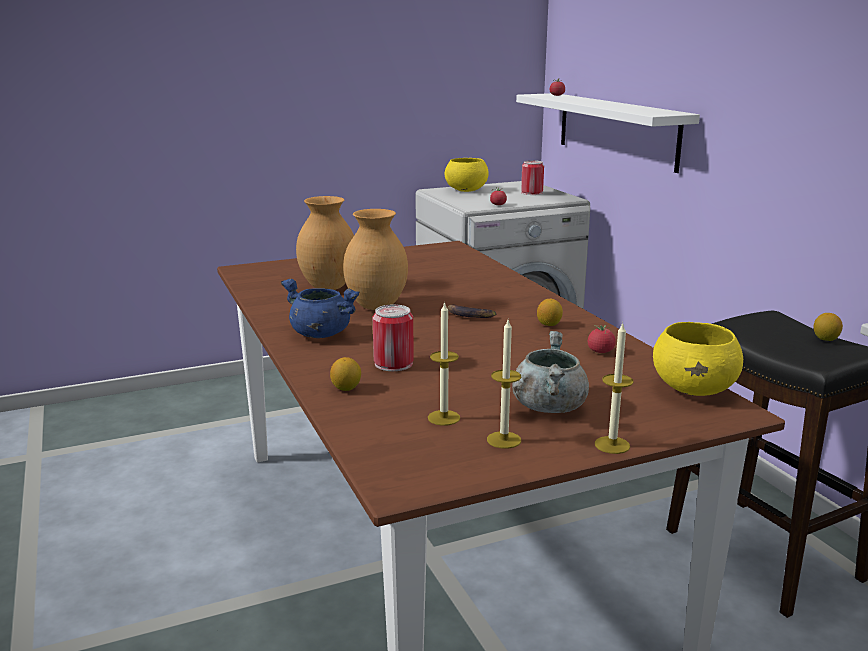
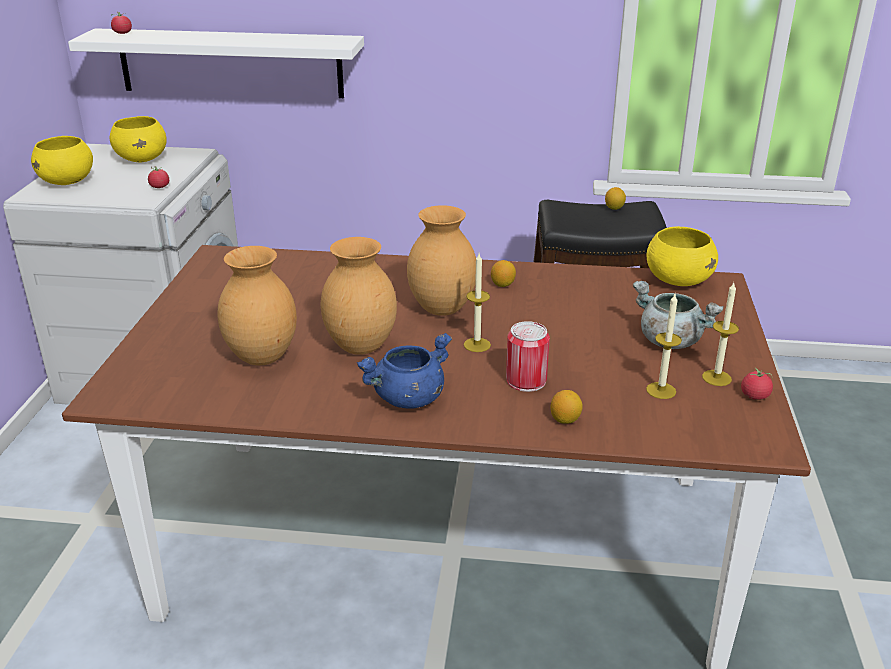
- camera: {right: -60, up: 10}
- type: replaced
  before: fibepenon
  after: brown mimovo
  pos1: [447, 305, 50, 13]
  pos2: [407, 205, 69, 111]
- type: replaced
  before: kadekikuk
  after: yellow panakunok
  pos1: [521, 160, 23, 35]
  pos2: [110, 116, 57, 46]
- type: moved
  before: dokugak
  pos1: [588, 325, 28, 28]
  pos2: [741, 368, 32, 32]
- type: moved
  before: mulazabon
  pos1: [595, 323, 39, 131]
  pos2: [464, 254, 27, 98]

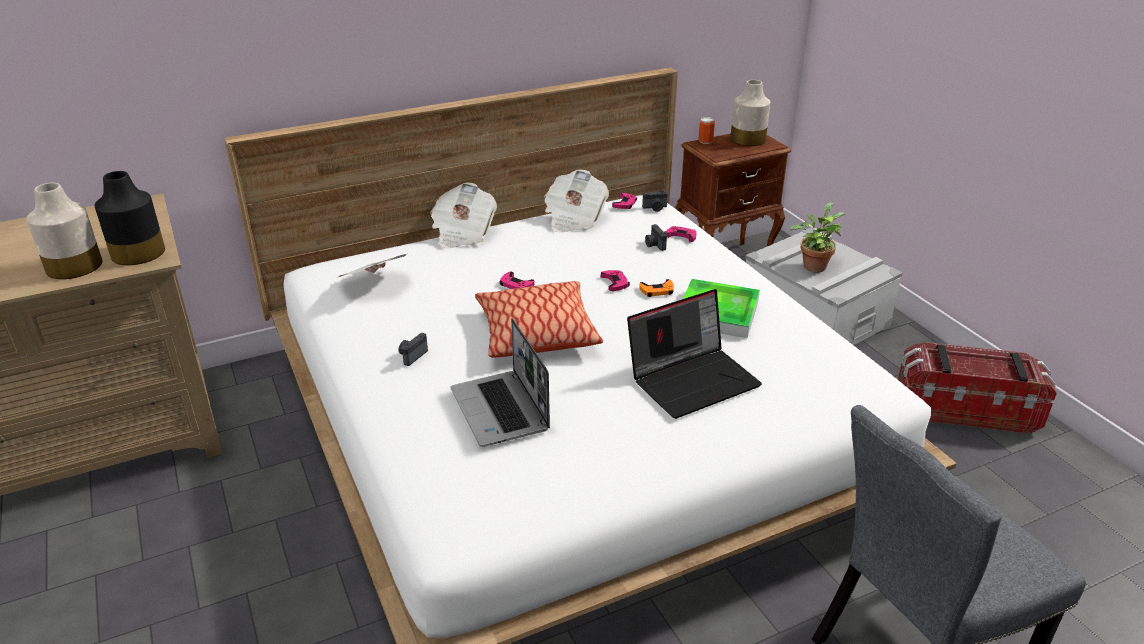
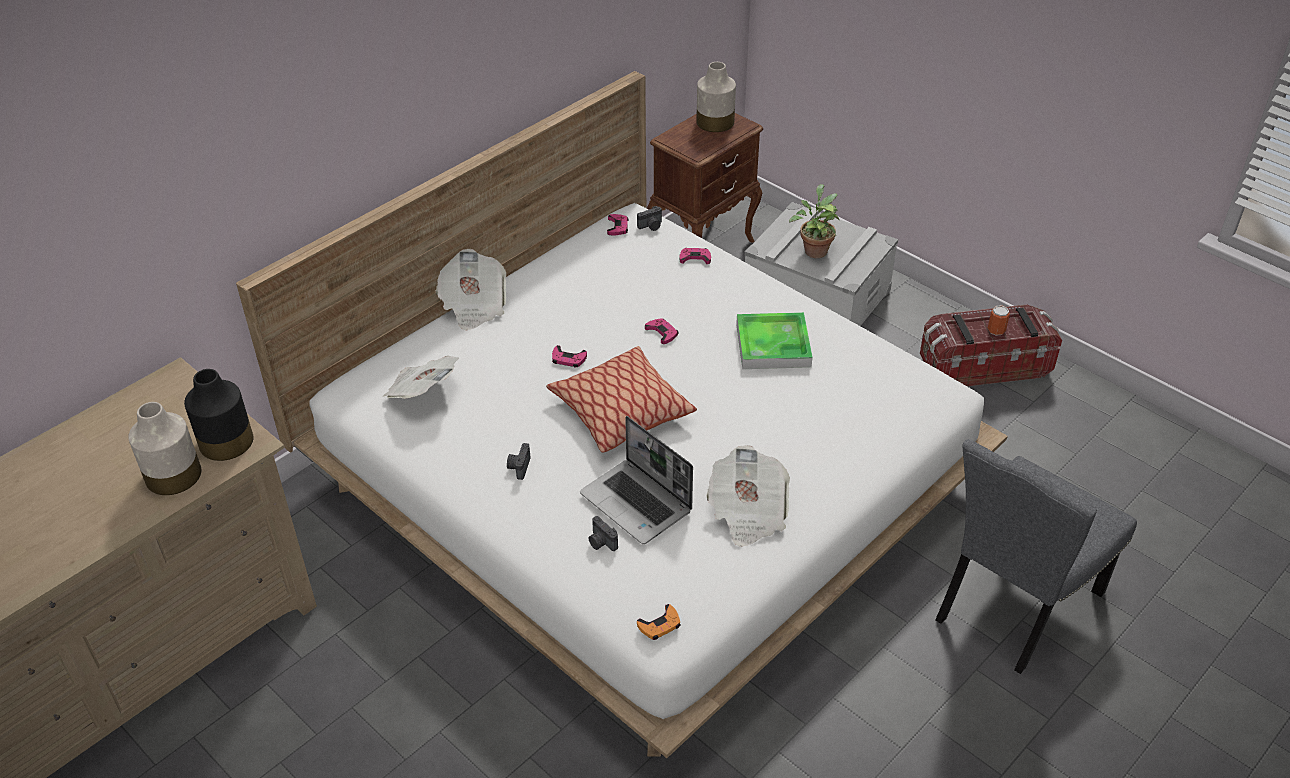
- camera: {right: -20, up: 10}
- type: moved
  before: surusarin
  pos1: [544, 170, 65, 62]
  pos2: [706, 445, 84, 102]
- type: removed
  before: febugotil
  pos1: [627, 289, 135, 130]
- type: moved
  before: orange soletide
  pos1: [639, 279, 35, 18]
  pos2: [637, 604, 44, 36]
- type: moved
  before: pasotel
  pos1: [645, 224, 22, 27]
  pos2: [588, 516, 30, 35]
- type: moved
  before: kadekikuk
  pos1: [698, 117, 17, 27]
  pos2: [988, 305, 22, 31]

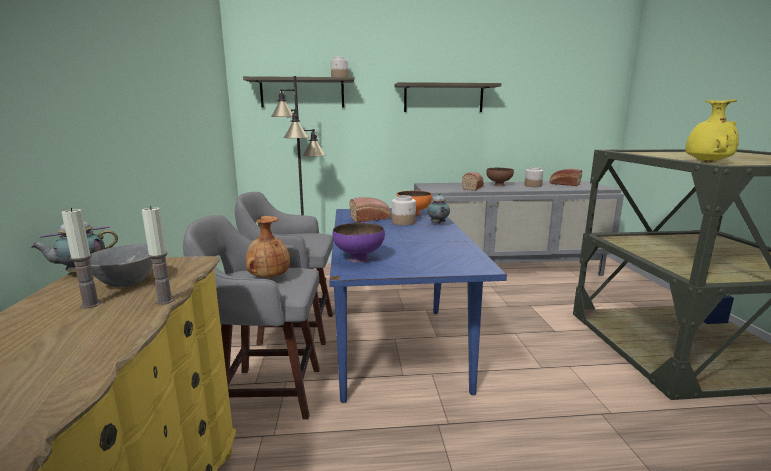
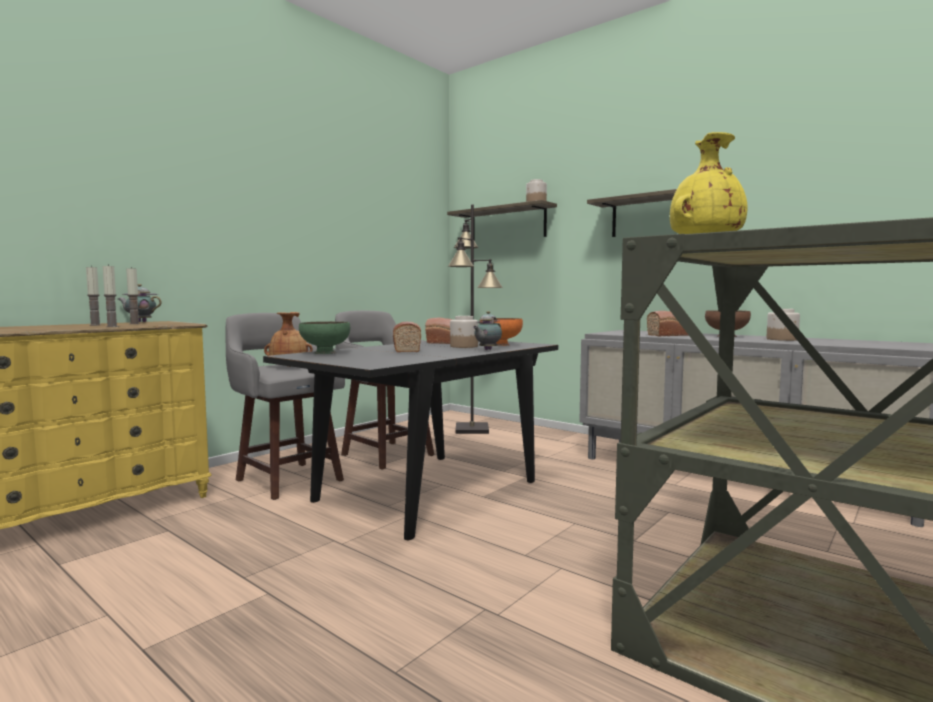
- camera: {right: 45, up: -10}
- type: replaced
  before: grey panakunok
  after: mulazabon
  pos1: [90, 244, 63, 44]
  pos2: [126, 267, 14, 57]
- type: recoloured
  before: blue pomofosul
  after: black pomofosul
  pos1: [329, 207, 178, 196]
  pos2: [263, 341, 295, 200]
- type: recoloured
  before: purple panakunok
  after: green panakunok
  pos1: [333, 223, 52, 40]
  pos2: [299, 321, 51, 33]
- type: moved
  before: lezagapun
  pos1: [549, 169, 33, 17]
  pos2: [393, 322, 28, 30]

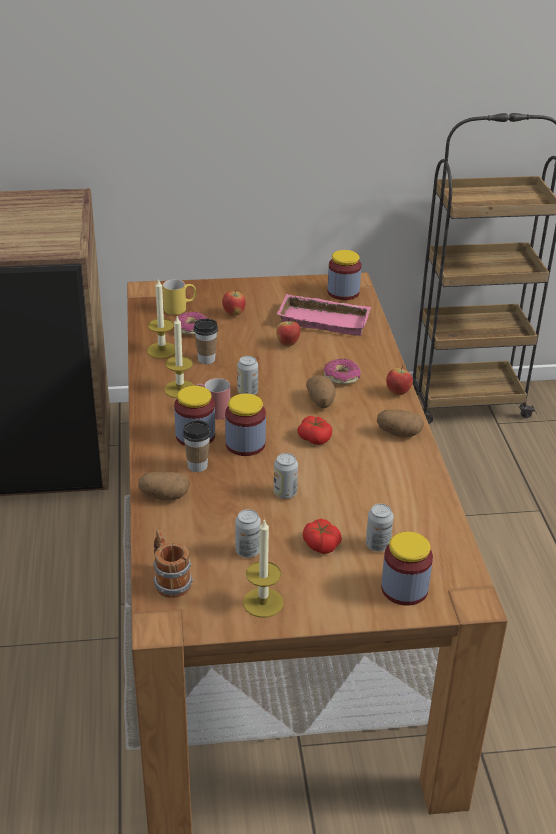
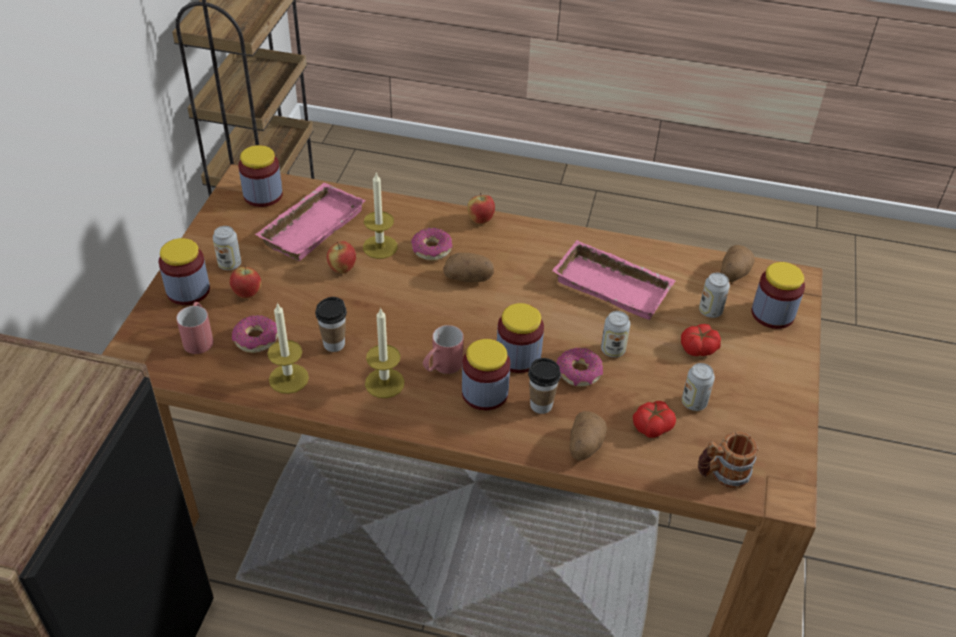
- camera: {right: -70, up: 10}
- type: recoloured
  before: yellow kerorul
  after: red kerorul
  pos1: [163, 279, 34, 36]
  pos2: [176, 302, 37, 52]
- type: moved
  before: kadekikuk
  pos1: [237, 356, 21, 39]
  pos2: [213, 226, 28, 44]
- type: moved
  before: mulazabon
  pos1: [243, 519, 40, 98]
  pos2: [363, 173, 34, 86]
- type: moved
  before: dokugak
  pos1: [297, 416, 35, 29]
  pos2: [633, 401, 43, 37]
- type: moved
  before: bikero
  pos1: [377, 410, 47, 27]
  pos2: [721, 245, 34, 37]
- type: added
  after: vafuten
  pos2: [159, 238, 51, 67]
- type: added
  after: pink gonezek
  pos2: [552, 240, 124, 80]
- type: added
  after: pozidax
  pos2: [556, 348, 47, 39]

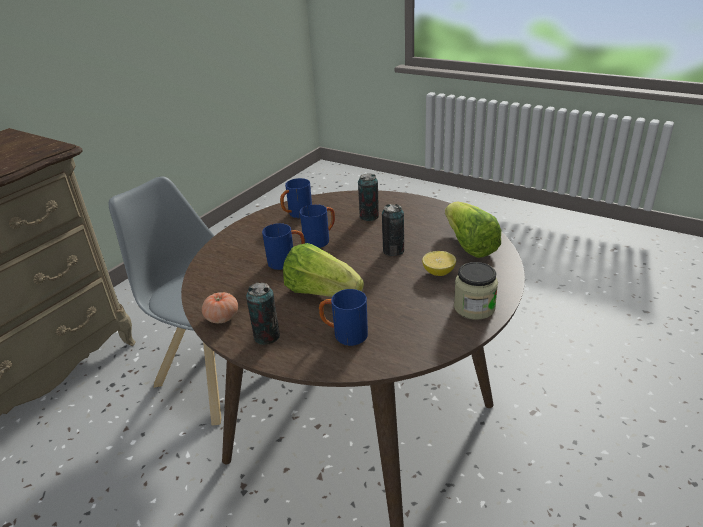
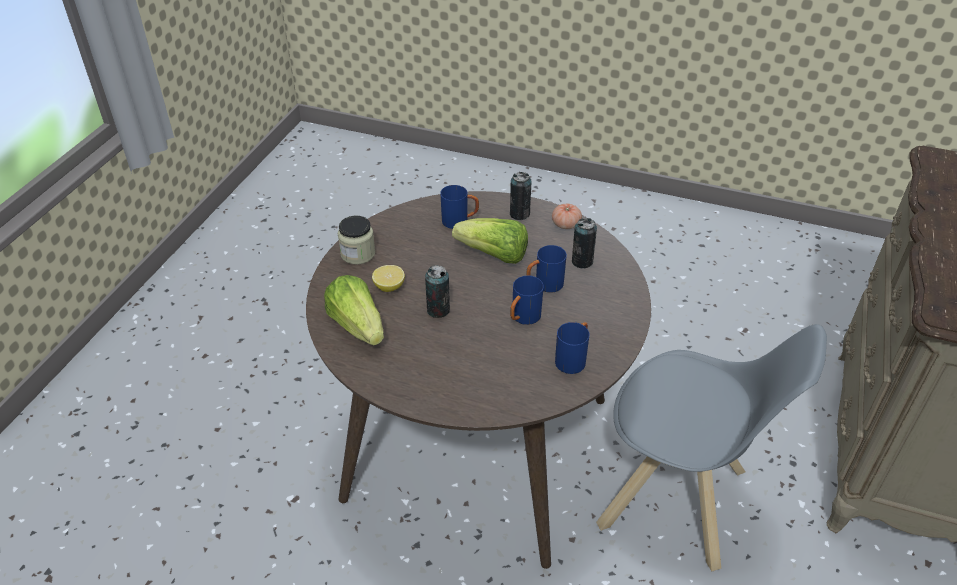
- camera: {right: 165, up: 10}
- type: moved
  before: kadekikuk
  pos1: [358, 173, 21, 48]
  pos2: [572, 218, 25, 51]

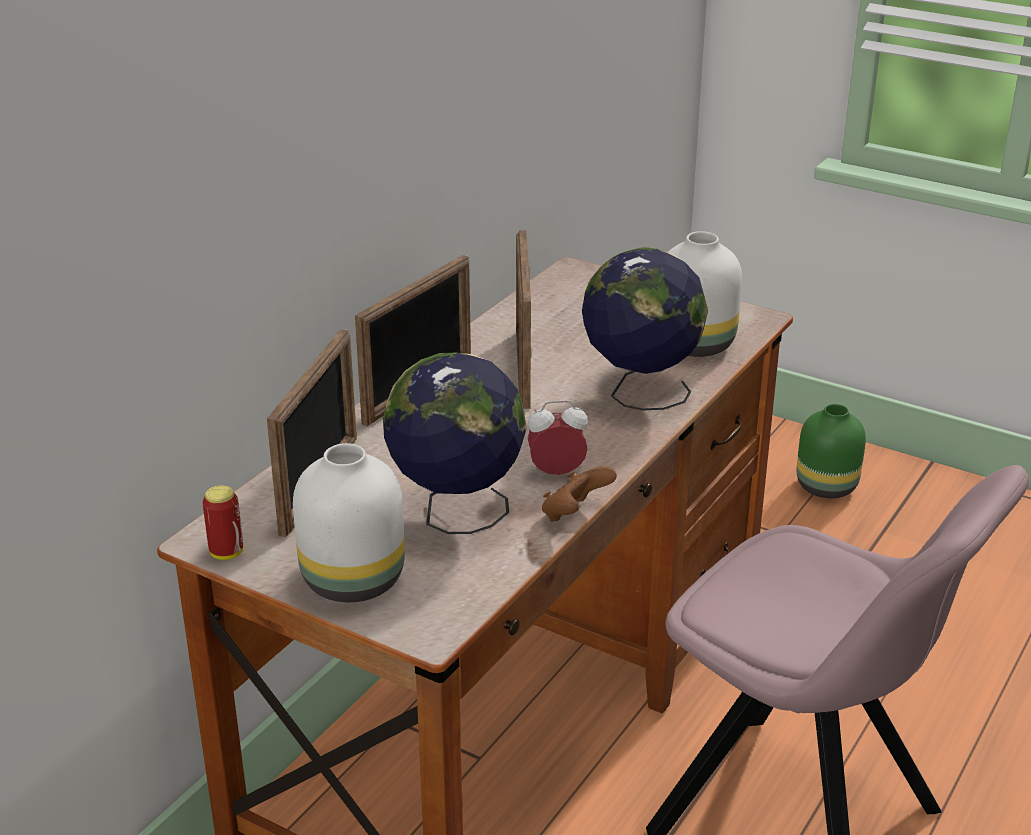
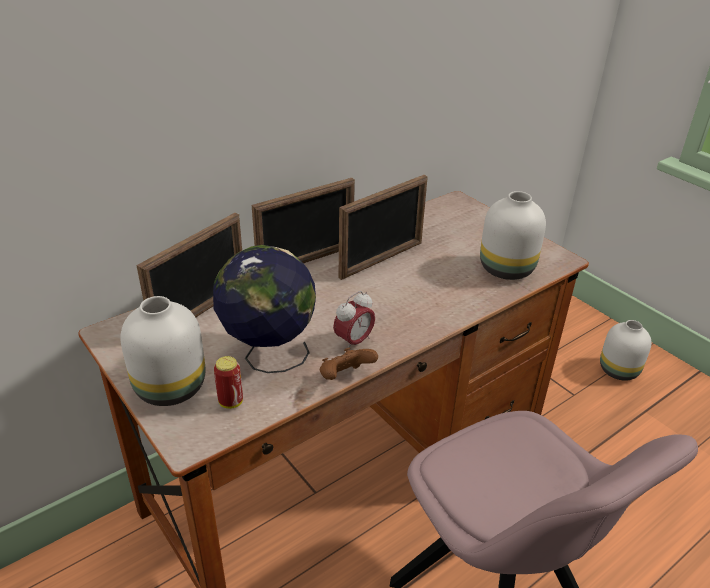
- camera: {right: 20, up: 5}
- type: moved
  before: kadekikuk
  pos1: [203, 485, 40, 75]
  pos2: [214, 356, 29, 53]
- type: turned
  before: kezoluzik
  pos1: [516, 230, 16, 179]
  pos2: [339, 175, 89, 105]
  turn: -150
- type: turned
  before: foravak
  pos1: [528, 400, 60, 75]
  pos2: [333, 291, 42, 57]
  turn: 120
- type: removed
  before: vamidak
  pos1: [582, 247, 126, 164]
- type: recoloured
  before: green mimovo
  after: white mimovo
  pos1: [797, 404, 69, 94]
  pos2: [600, 320, 52, 61]

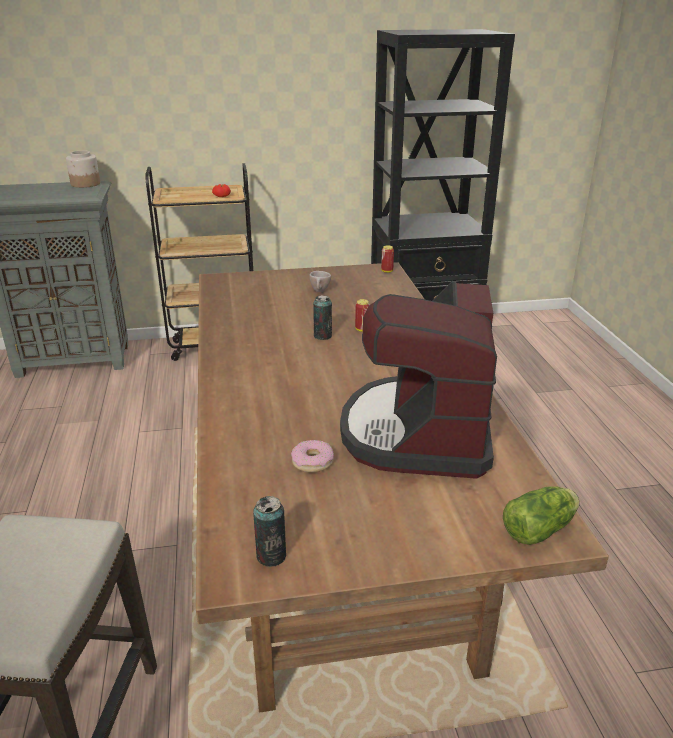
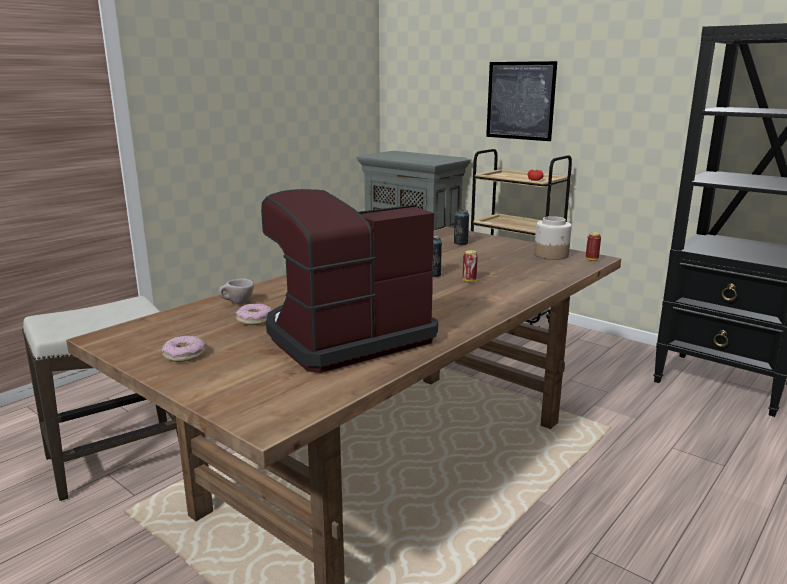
- camera: {right: 50, up: -10}
- type: moved
  before: vafuten
  pos1: [66, 150, 34, 38]
  pos2: [534, 216, 38, 44]
- type: moved
  before: kadekikuk
  pos1: [253, 496, 33, 71]
  pos2: [454, 210, 15, 35]
- type: moved
  before: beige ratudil
  pos1: [309, 271, 22, 21]
  pos2: [218, 278, 36, 26]
- type: removed
  before: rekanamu
  pos1: [503, 486, 76, 59]
- type: added
  after: pozidax
  pos2: [162, 336, 44, 26]
- type: added
  after: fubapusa
  pos2: [486, 61, 71, 80]

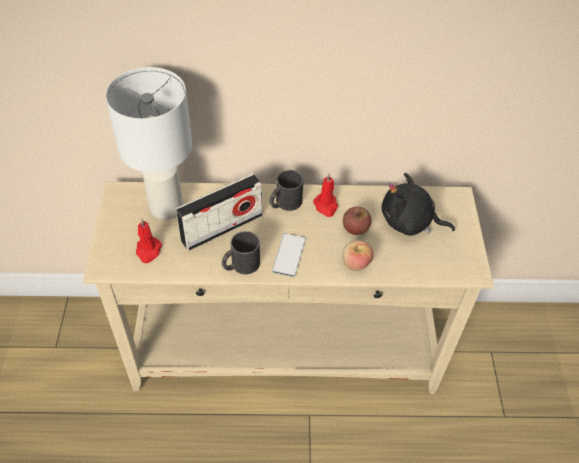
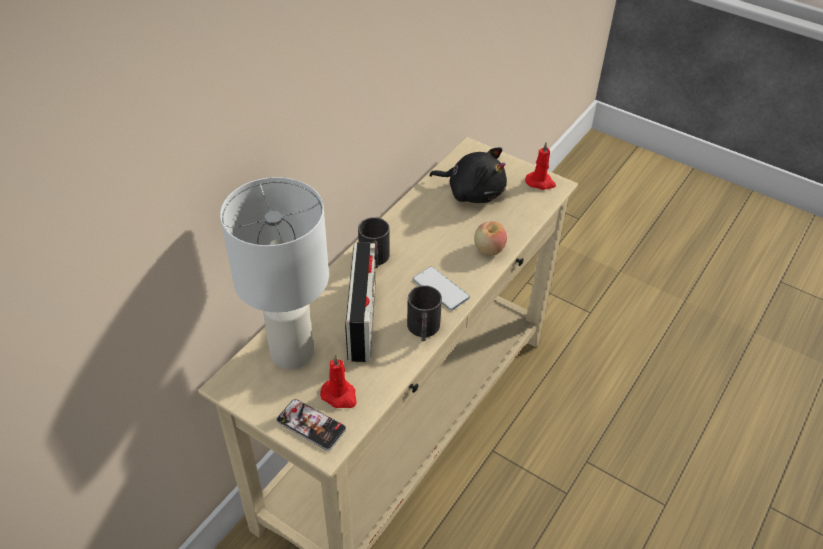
- camera: {right: -55, up: -5}
- type: moved
  before: red mulazabon
  pos1: [313, 173, 25, 44]
  pos2: [525, 142, 31, 48]
- type: removed
  before: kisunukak
  pos1: [343, 206, 28, 29]
- type: turned
  before: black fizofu
  pos1: [382, 173, 73, 63]
  pos2: [429, 147, 78, 56]
  turn: -120
- type: added
  after: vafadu
  pos2: [276, 399, 71, 52]

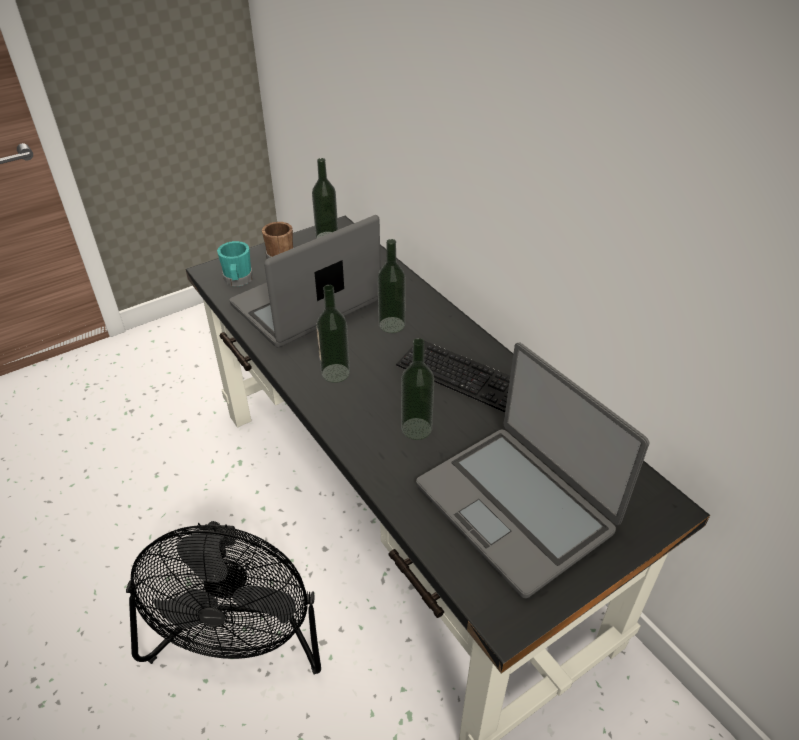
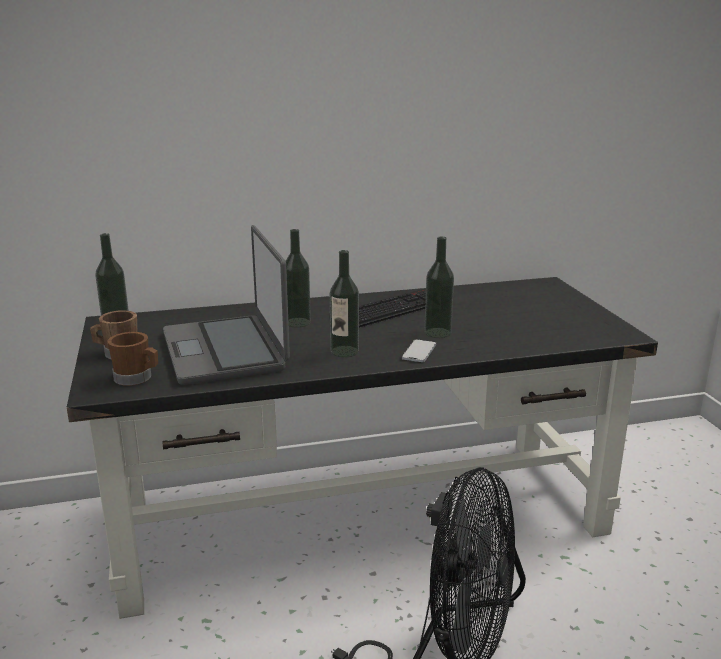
- camera: {right: -70, up: -20}
- type: recoloured
  before: turquoise kerorul
  after: brown kerorul
  pos1: [217, 241, 36, 45]
  pos2: [108, 332, 50, 54]
- type: removed
  before: febugotil
  pos1: [416, 343, 233, 255]
- type: added
  after: vafadu
  pos2: [402, 339, 34, 23]

